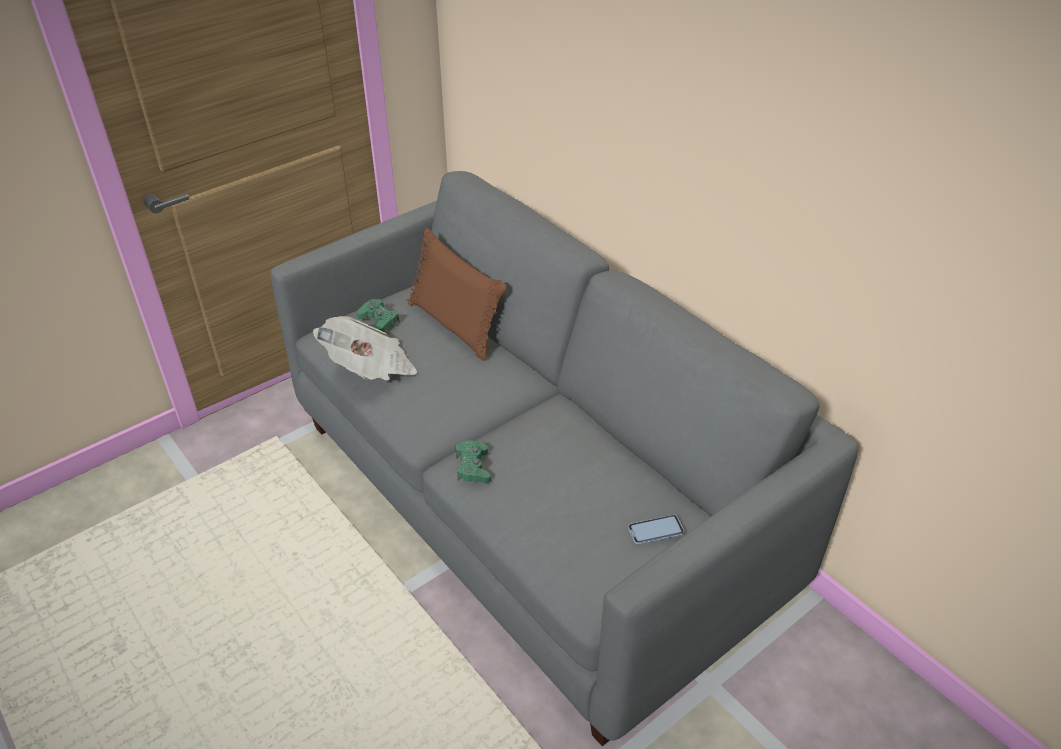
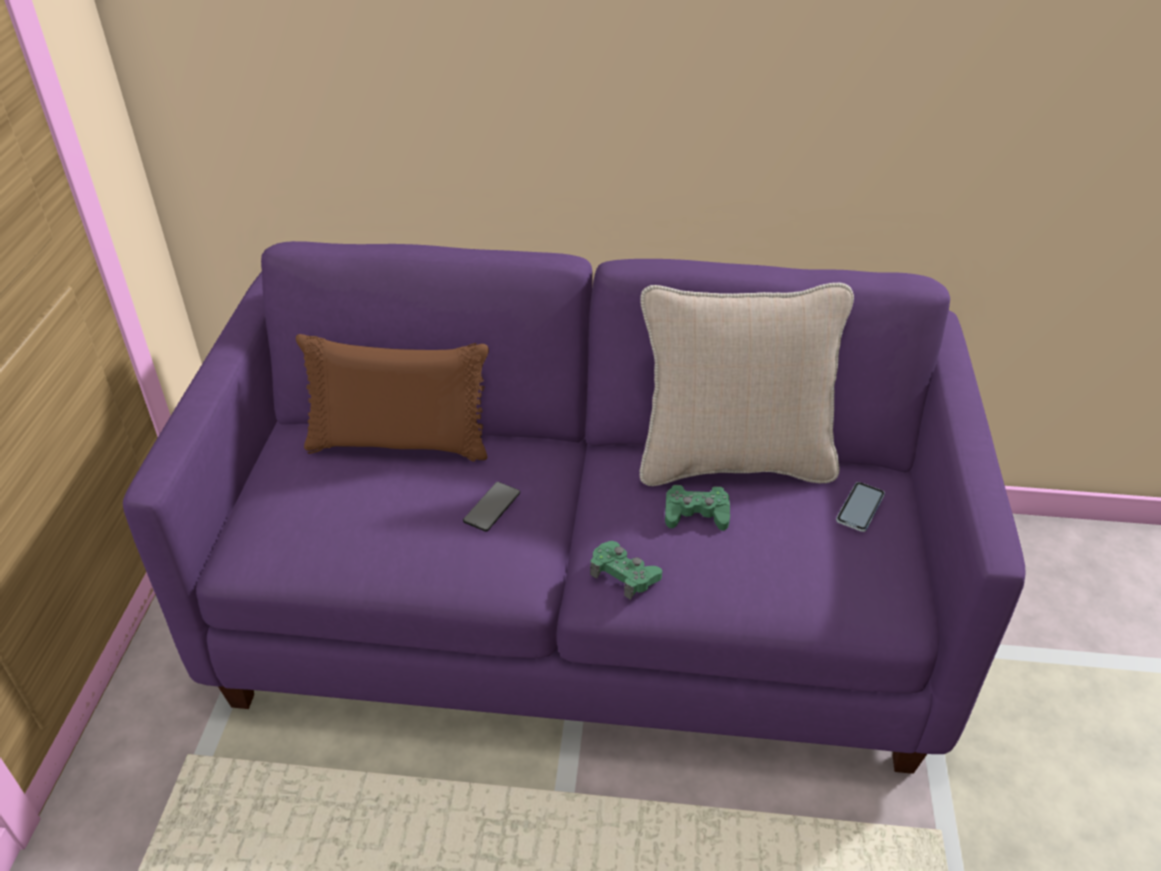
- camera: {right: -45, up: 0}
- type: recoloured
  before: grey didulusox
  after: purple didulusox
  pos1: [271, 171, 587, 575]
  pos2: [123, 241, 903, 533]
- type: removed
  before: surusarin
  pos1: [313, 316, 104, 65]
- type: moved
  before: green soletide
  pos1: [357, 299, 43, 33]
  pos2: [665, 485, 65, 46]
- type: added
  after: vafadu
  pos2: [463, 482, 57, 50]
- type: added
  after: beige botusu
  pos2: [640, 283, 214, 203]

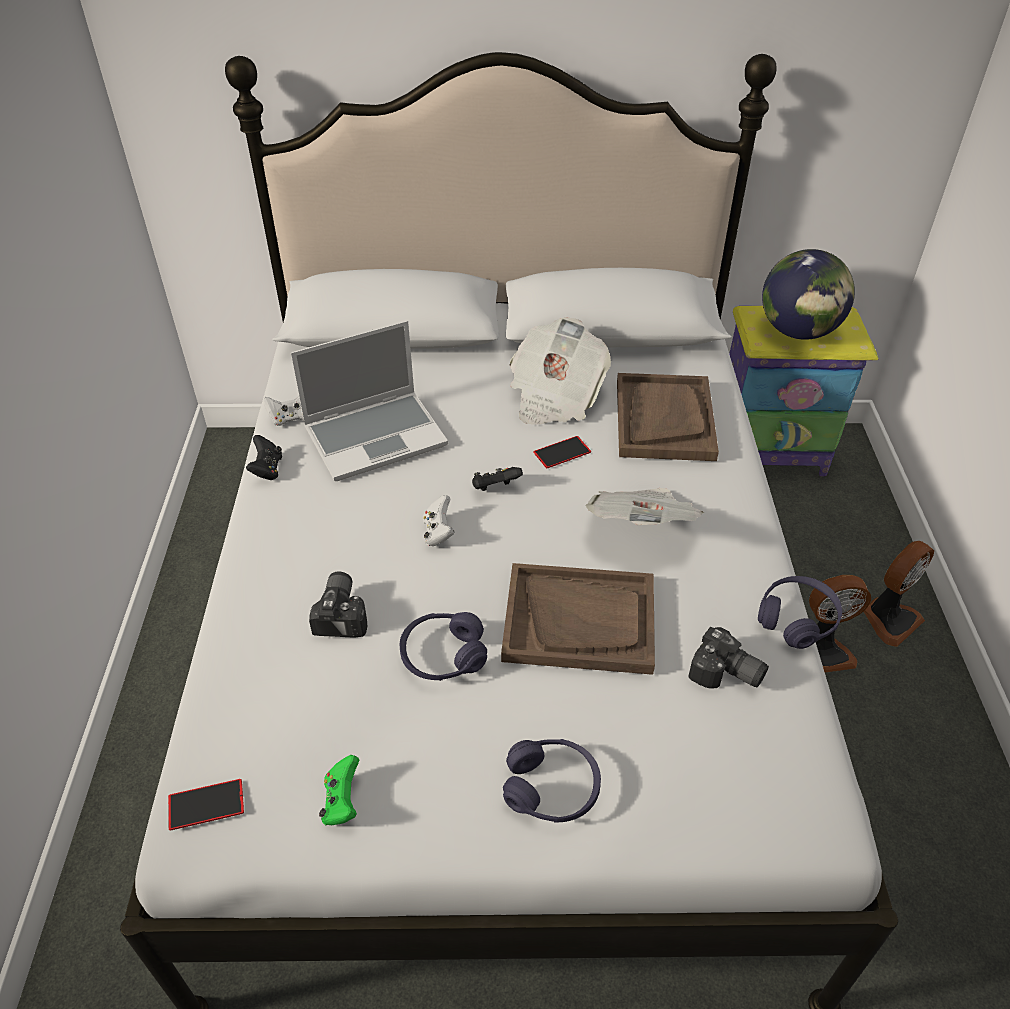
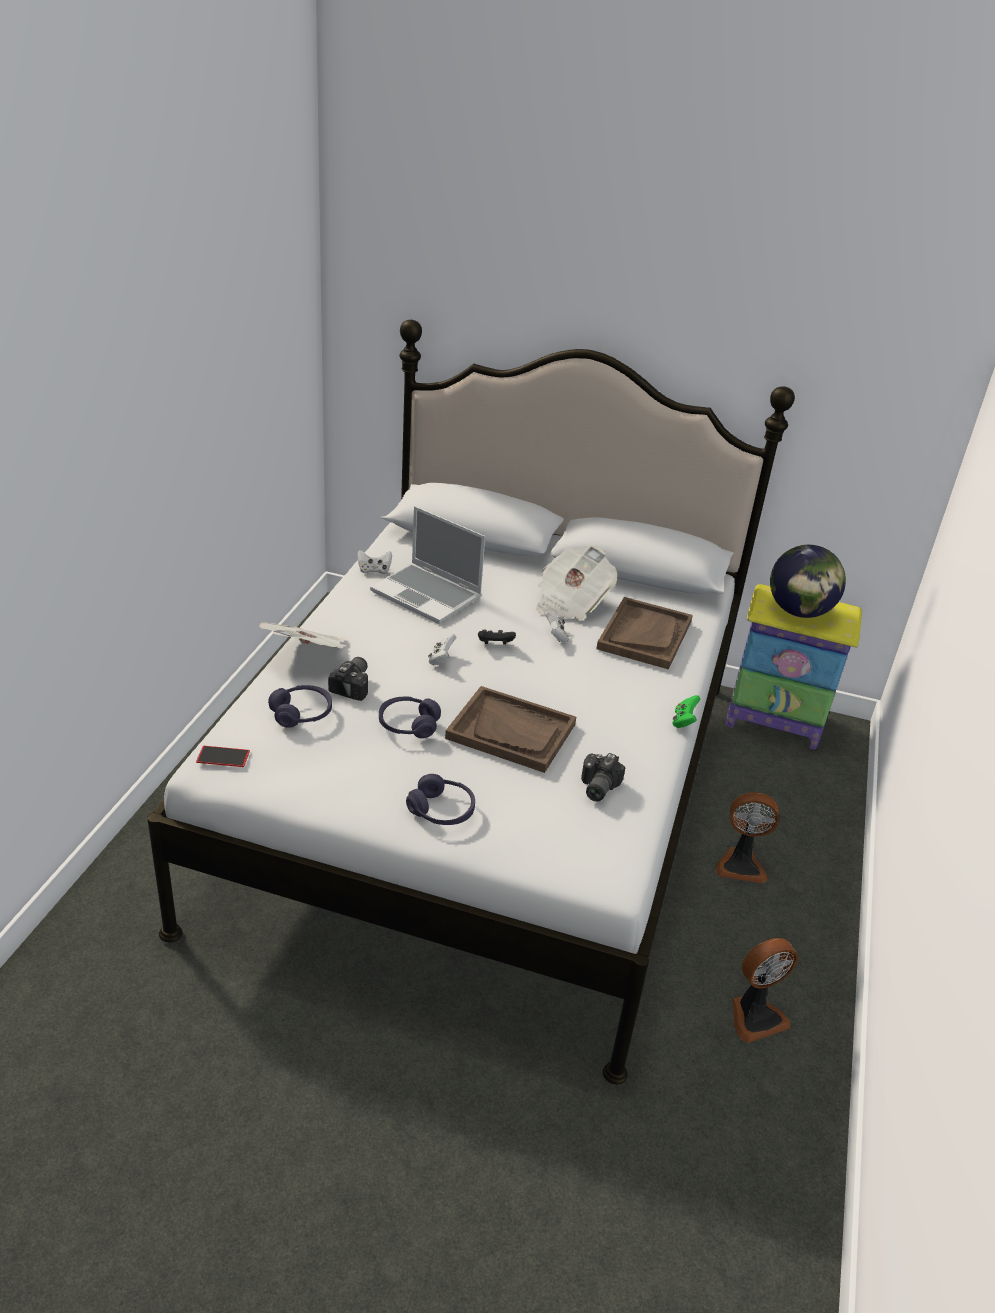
- camera: {right: 15, up: -10}
- type: removed
  before: black soletide
  pos1: [246, 435, 36, 45]
- type: turned
  before: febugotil
  pos1: [291, 321, 157, 160]
  pos2: [370, 506, 115, 118]
  turn: 45
- type: moved
  before: green soletide
  pos1: [319, 755, 41, 71]
  pos2: [672, 695, 28, 33]
- type: replaced
  before: vafadu
  after: white soletide
  pos1: [533, 436, 58, 32]
  pos2: [544, 611, 25, 32]
- type: moved
  before: surusarin
  pos1: [585, 488, 119, 37]
  pos2: [259, 622, 88, 27]
- type: turned
  before: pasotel
  pos1: [688, 627, 81, 62]
  pos2: [581, 753, 44, 49]
  turn: 60
- type: moved
  before: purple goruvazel
  pos1: [758, 576, 84, 73]
  pos2: [268, 685, 64, 43]
- type: moved
  before: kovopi
  pos1: [863, 541, 71, 106]
  pos2: [732, 938, 66, 105]

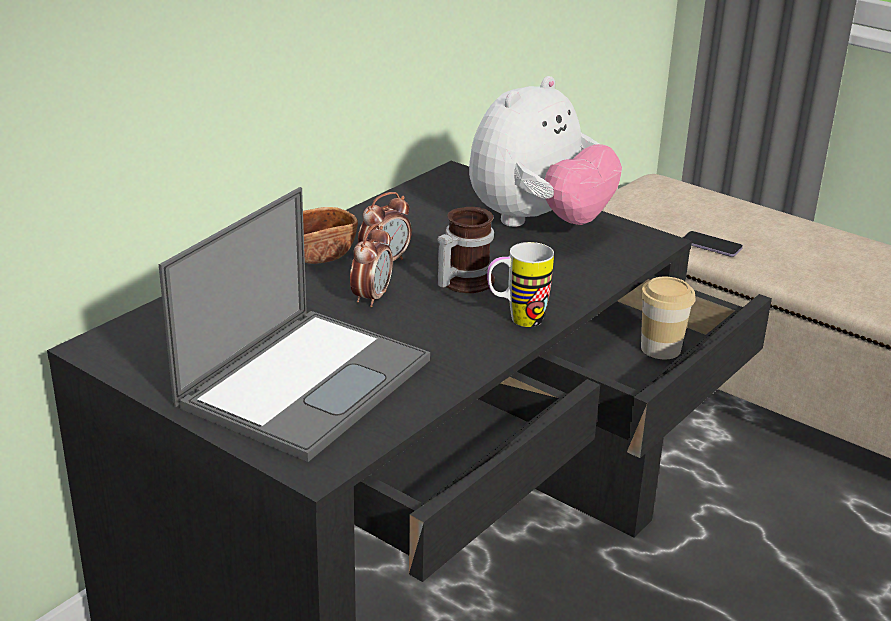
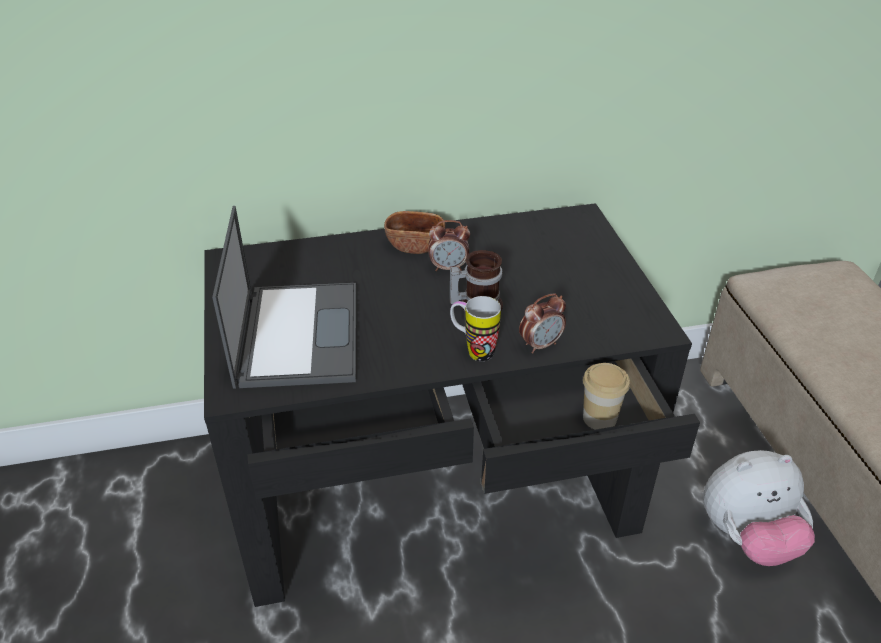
- camera: {right: 40, up: 10}
- type: turned
  before: febugotil
  pos1: [159, 187, 271, 275]
  pos2: [212, 206, 144, 183]
  turn: -75
- type: moved
  before: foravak
  pos1: [350, 223, 43, 84]
  pos2: [519, 293, 47, 61]
- type: moved
  before: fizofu
  pos1: [469, 76, 153, 151]
  pos2: [703, 450, 112, 116]
- type: removed
  before: vafadu
  pos1: [683, 231, 60, 26]

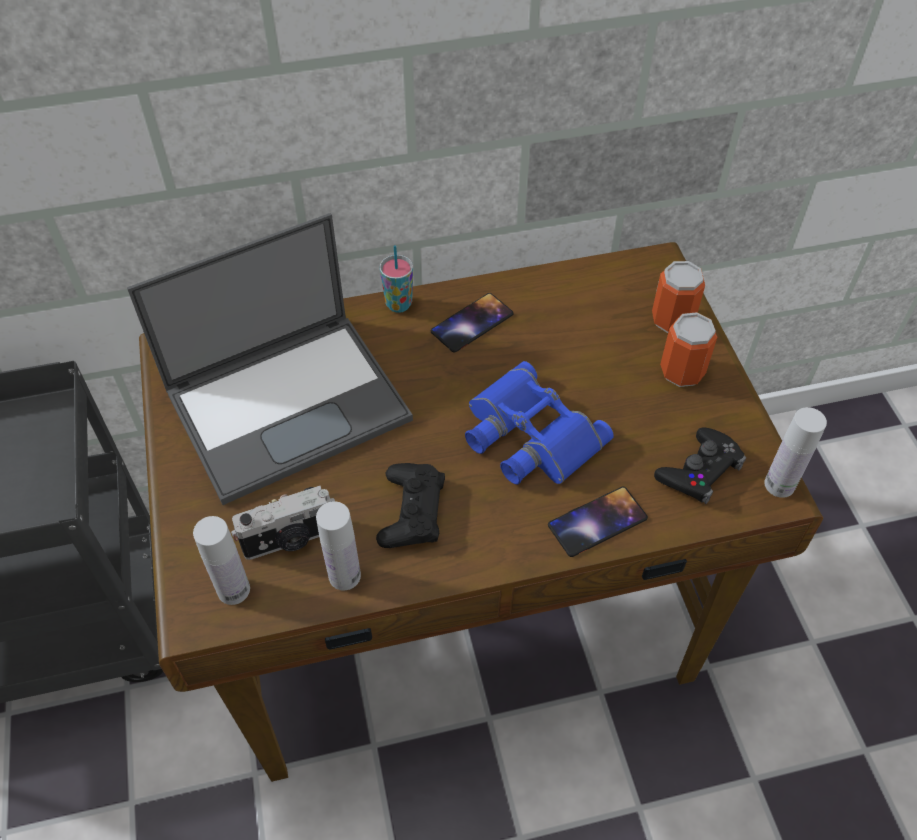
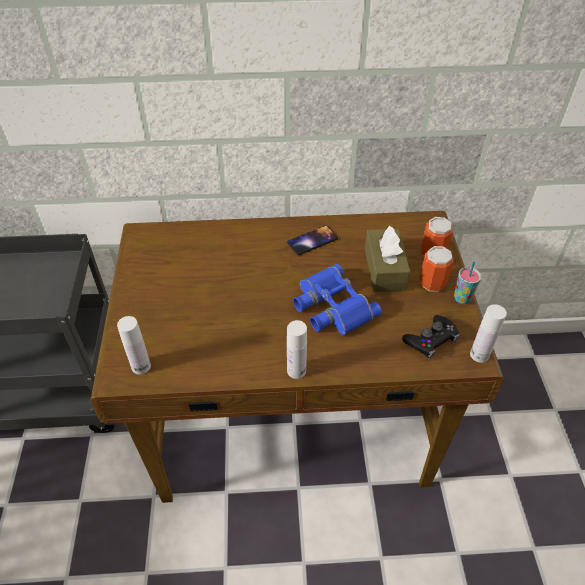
- camera: {right: 10, up: -5}
- type: removed
  before: febugotil
  pos1: [127, 213, 286, 292]
- type: removed
  before: pasotel
  pos1: [231, 486, 104, 74]
- type: moved
  before: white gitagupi
  pos1: [316, 501, 45, 89]
  pos2: [287, 320, 20, 59]
- type: removed
  before: black soletide
  pos1: [376, 463, 69, 85]
- type: moved
  before: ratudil
  pos1: [379, 245, 34, 68]
  pos2: [454, 262, 27, 42]
- type: removed
  before: vafadu
  pos1: [548, 487, 100, 70]
- type: added
  after: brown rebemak
  pos2: [365, 226, 45, 66]

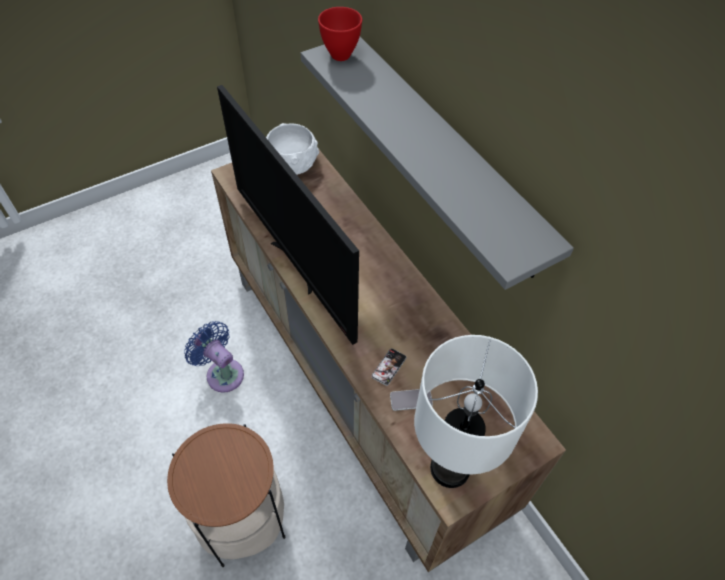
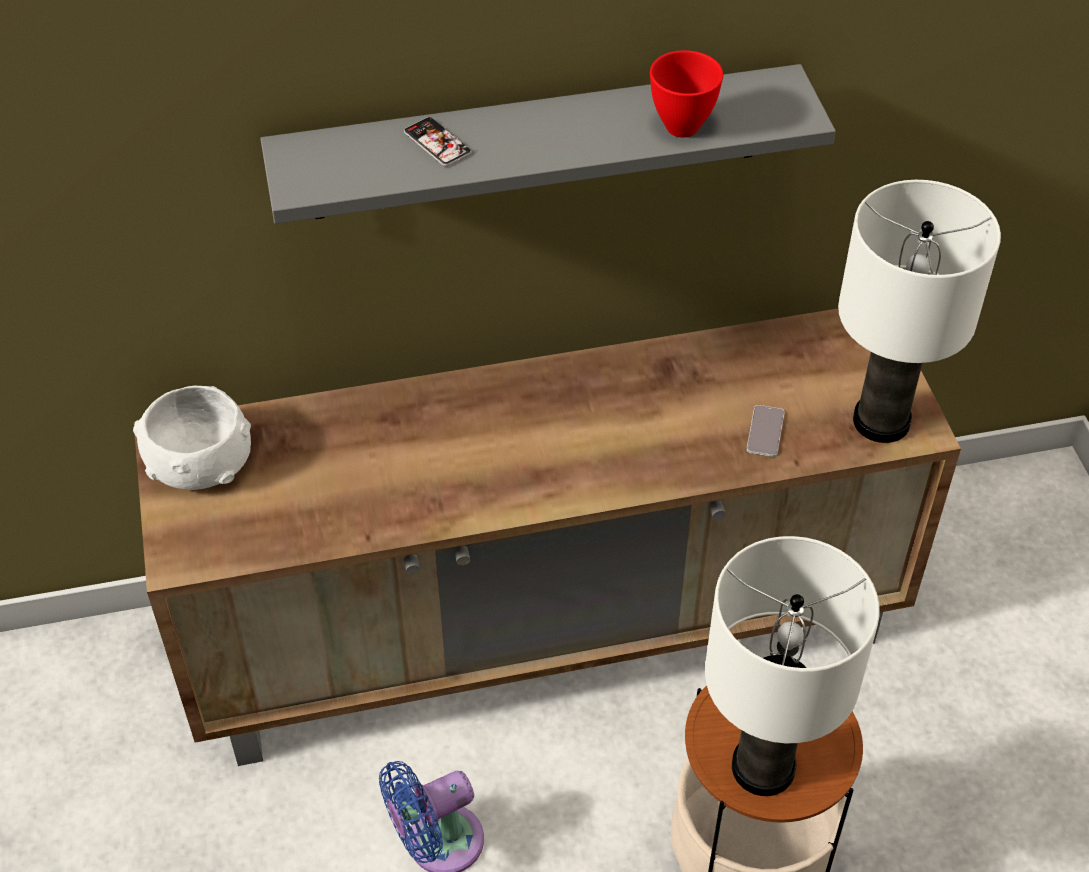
- camera: {right: -70, up: -5}
- type: removed
  before: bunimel
  pos1: [217, 85, 142, 260]
- type: moved
  before: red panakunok
  pos1: [318, 7, 44, 54]
  pos2: [650, 50, 73, 88]
- type: moved
  before: vafadu
  pos1: [371, 348, 35, 38]
  pos2: [404, 117, 67, 49]
- type: added
  after: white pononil
  pos2: [705, 536, 175, 260]

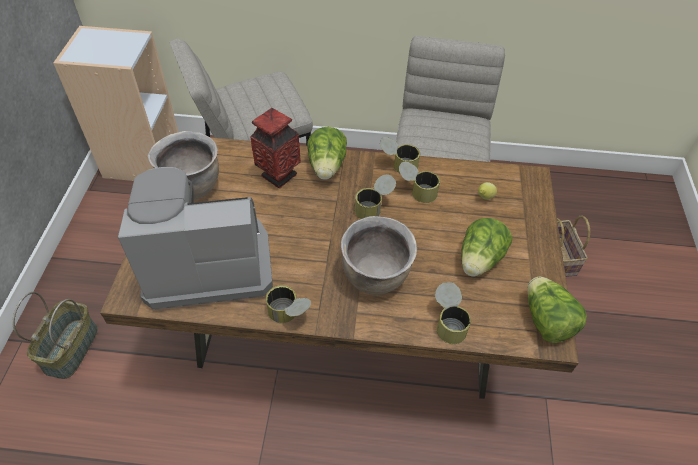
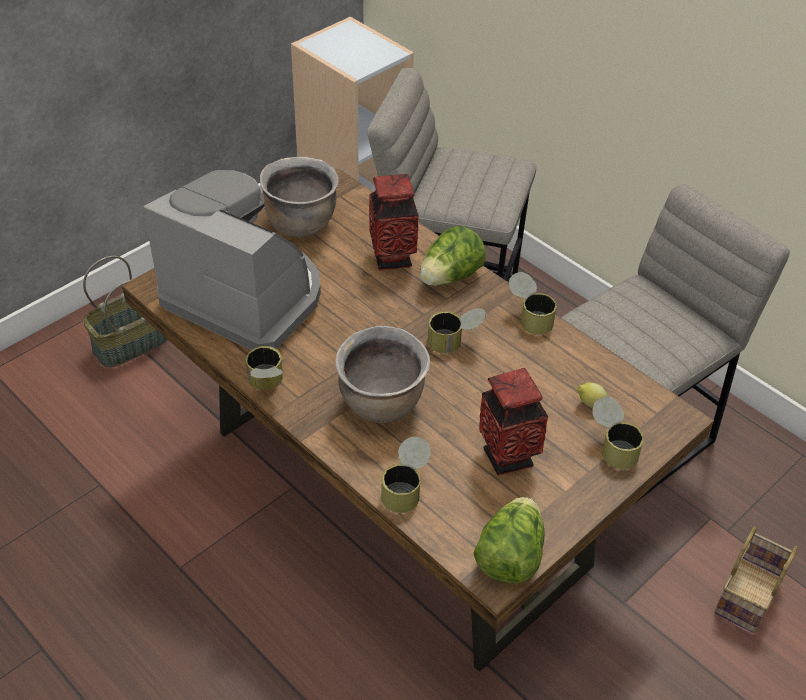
- camera: {right: 40, up: -5}
- type: moved
  before: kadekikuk
  pos1: [399, 162, 41, 41]
  pos2: [592, 396, 52, 73]
- type: replaced
  before: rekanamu
  after: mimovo
  pos1: [461, 218, 52, 58]
  pos2: [479, 368, 69, 107]

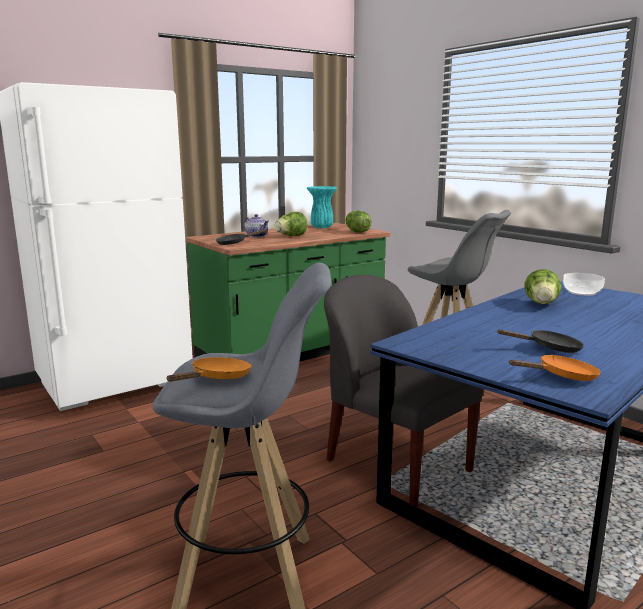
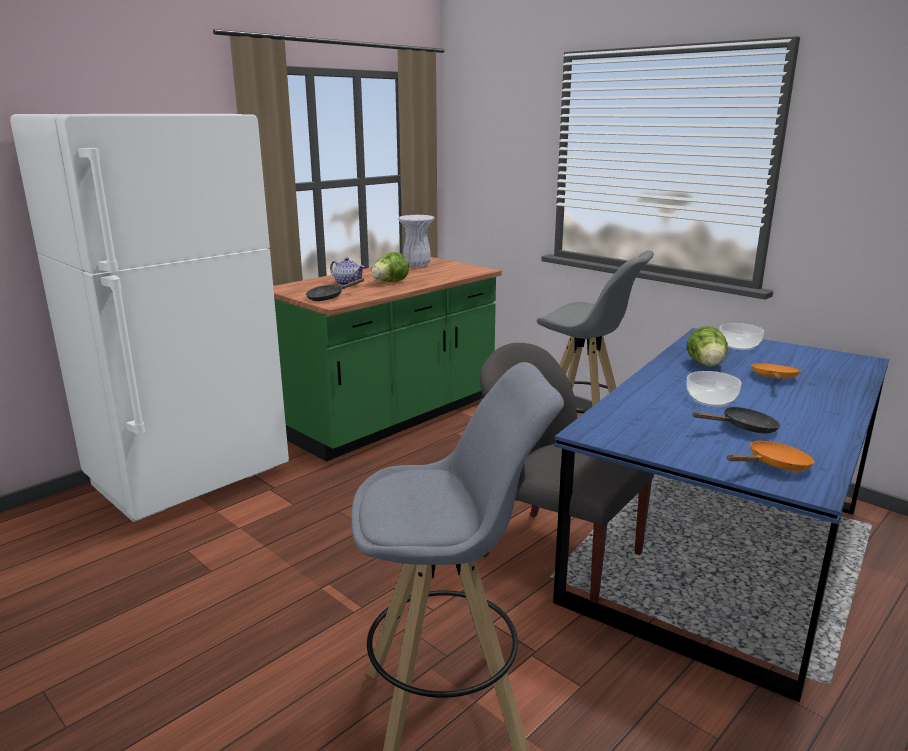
- camera: {right: -10, up: 5}
- type: moved
  before: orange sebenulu
  pos1: [166, 357, 86, 24]
  pos2: [751, 363, 50, 18]
- type: recoloured
  before: turquoise mimovo
  after: white mimovo
  pos1: [307, 186, 30, 42]
  pos2: [398, 215, 36, 52]
- type: removed
  before: rekanamu
  pos1: [345, 211, 26, 22]
- type: added
  after: panakunok
  pos2: [686, 371, 55, 36]

